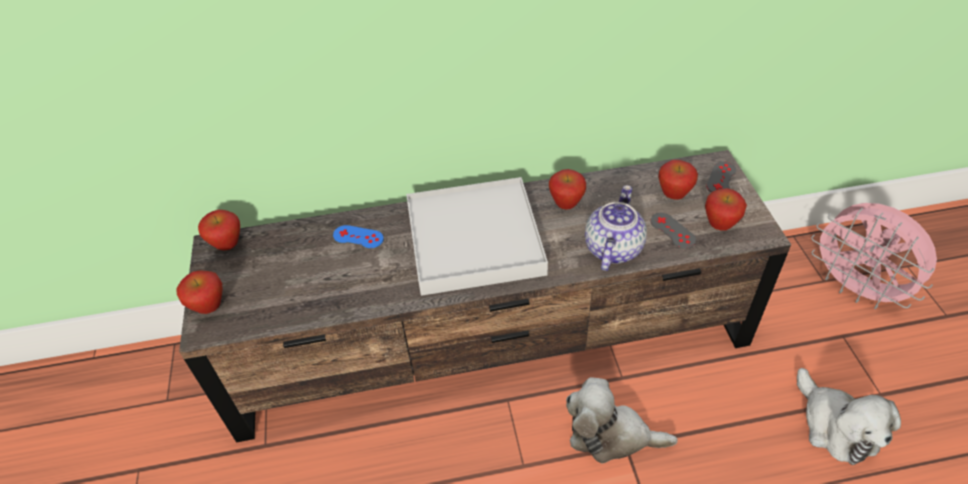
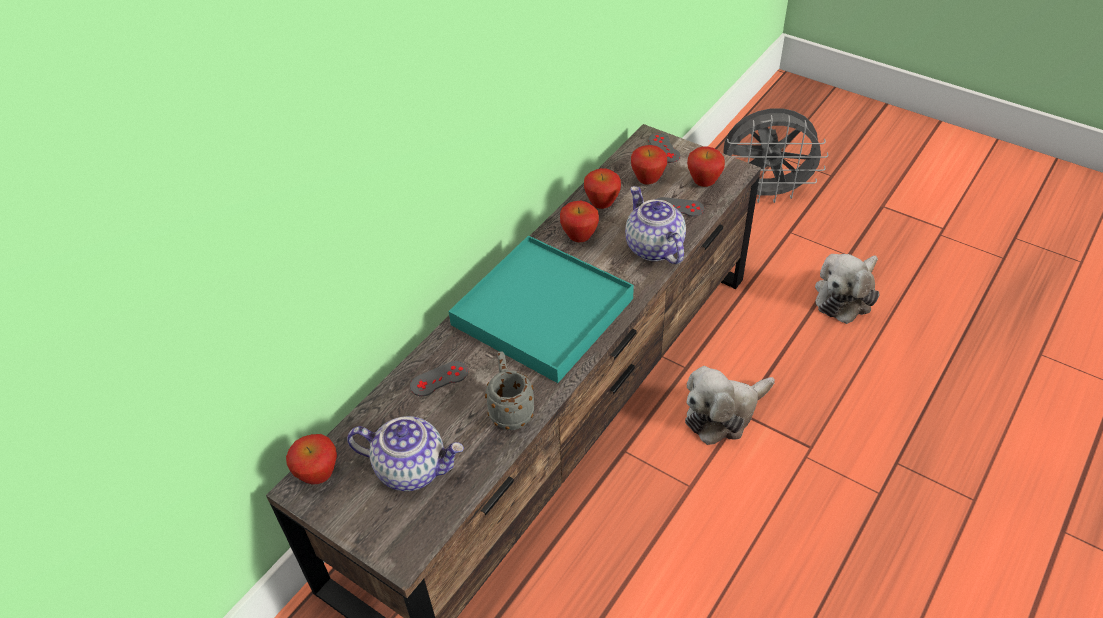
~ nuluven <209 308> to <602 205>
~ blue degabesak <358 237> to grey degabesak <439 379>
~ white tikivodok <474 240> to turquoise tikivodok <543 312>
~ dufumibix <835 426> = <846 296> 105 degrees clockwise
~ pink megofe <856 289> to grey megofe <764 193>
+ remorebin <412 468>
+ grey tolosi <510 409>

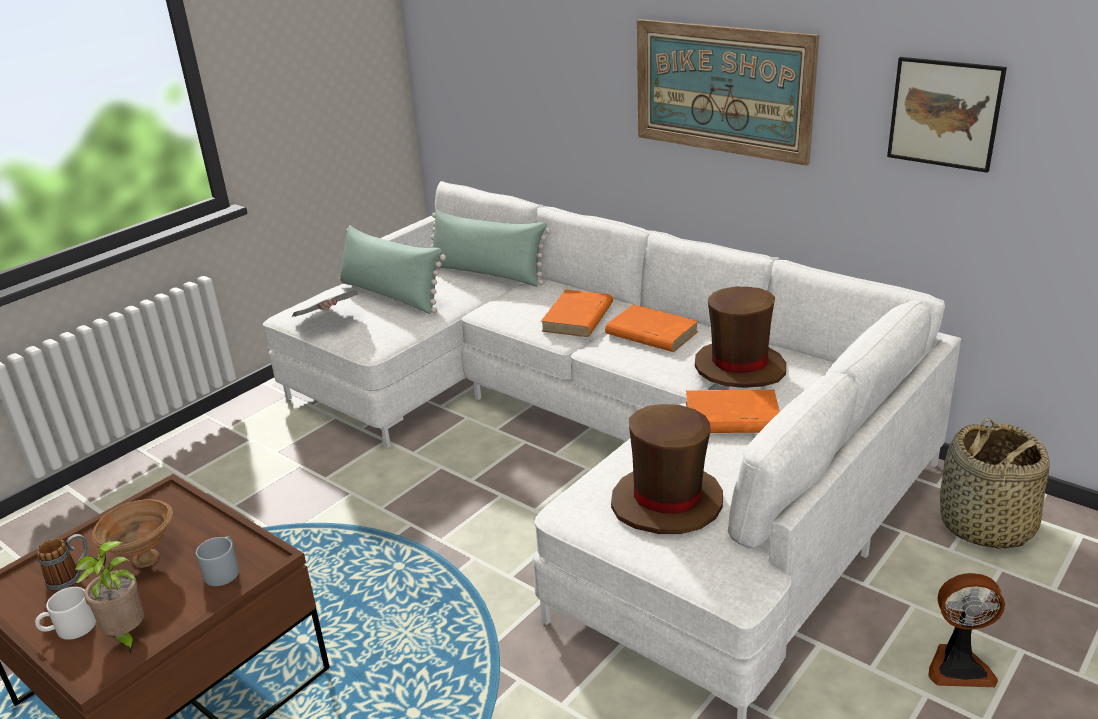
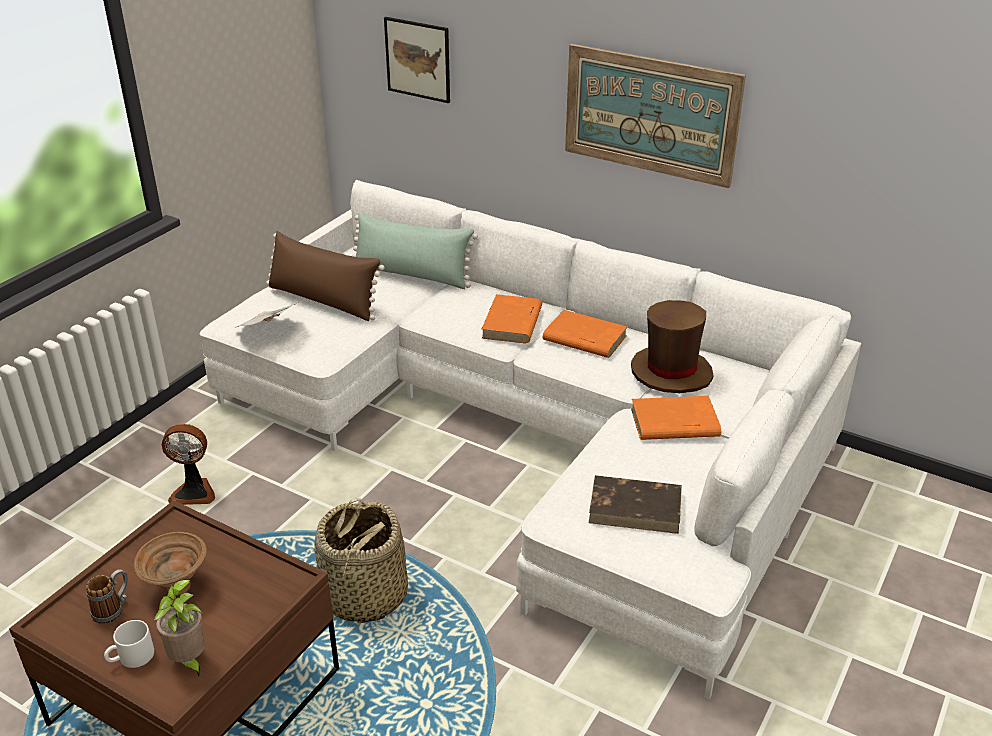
- grey tolosi <223 570>
~ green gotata <391 295> to brown gotata <323 300>
~ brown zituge <667 502> to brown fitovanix <636 507>
~ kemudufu <944 113> to <418 59>
~ megofe <958 666> to <194 492>
~ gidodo <985 525> to <363 596>

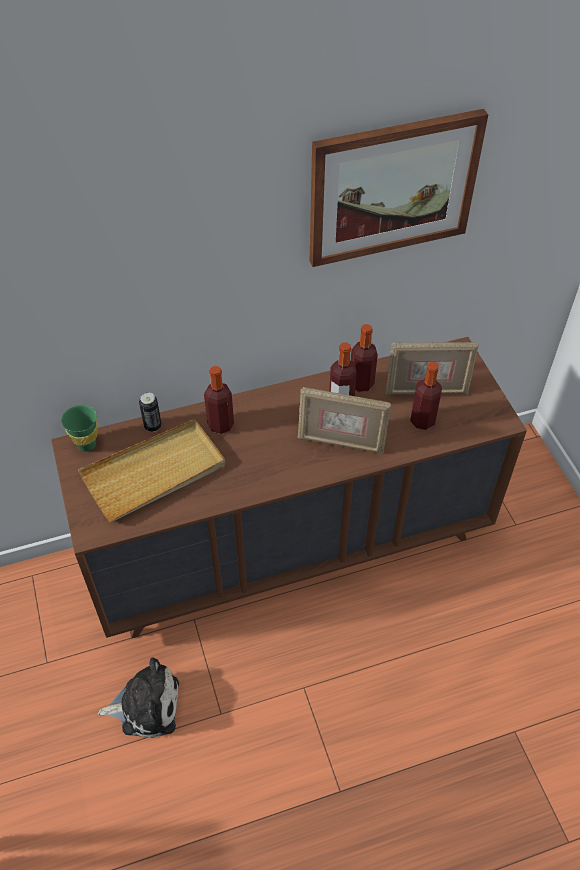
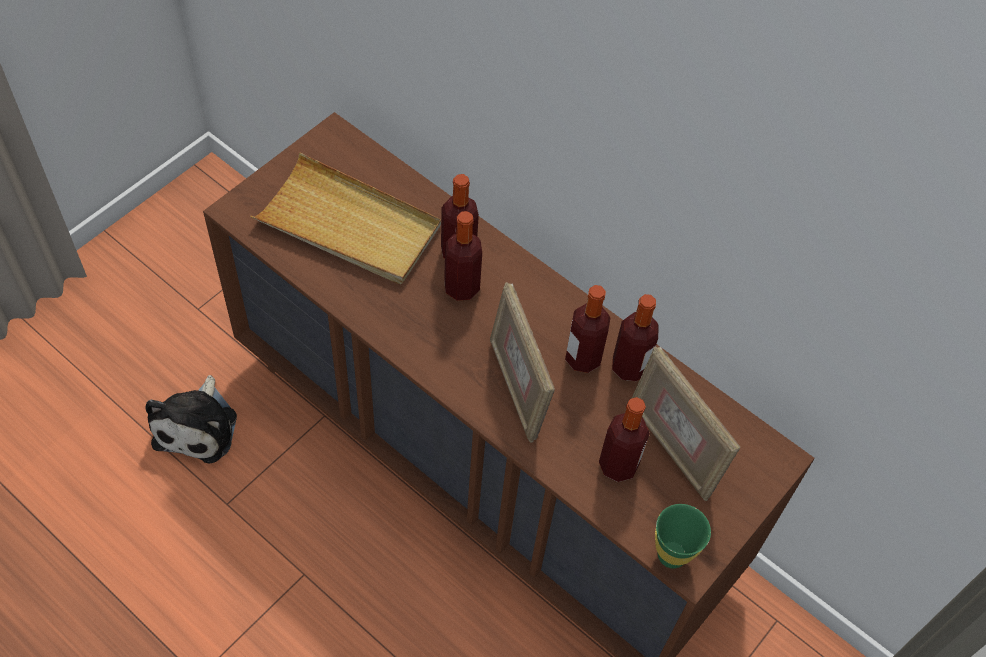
~ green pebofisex <86 444> to <671 555>
~ dufumibix <146 705> = <198 425> 45 degrees clockwise
- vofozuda <153 426>
- kemudufu <392 188>
+ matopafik <462 287>

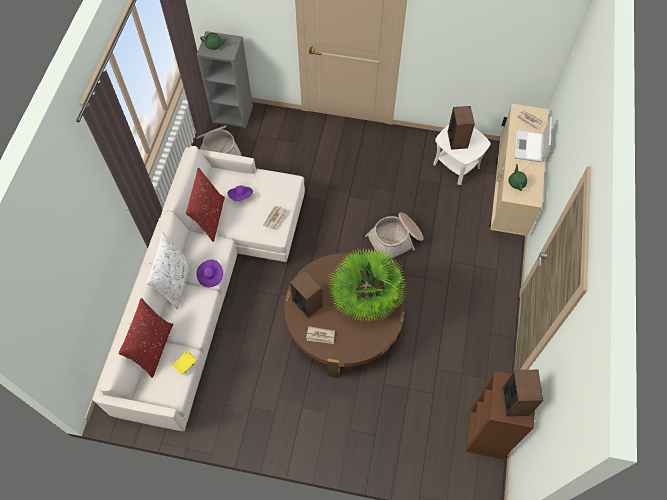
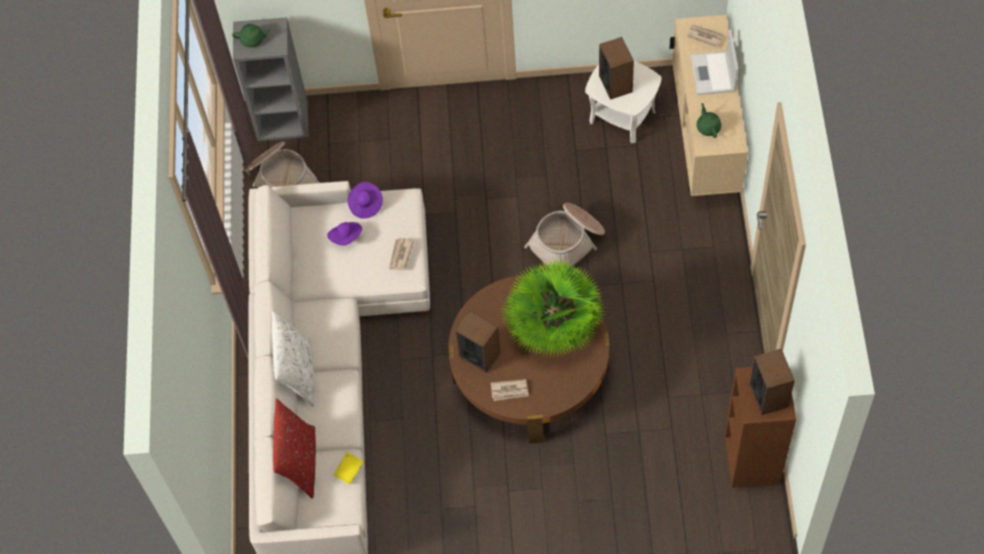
- red gotata <209 218>
~ purple zituge <210 276> to <365 204>

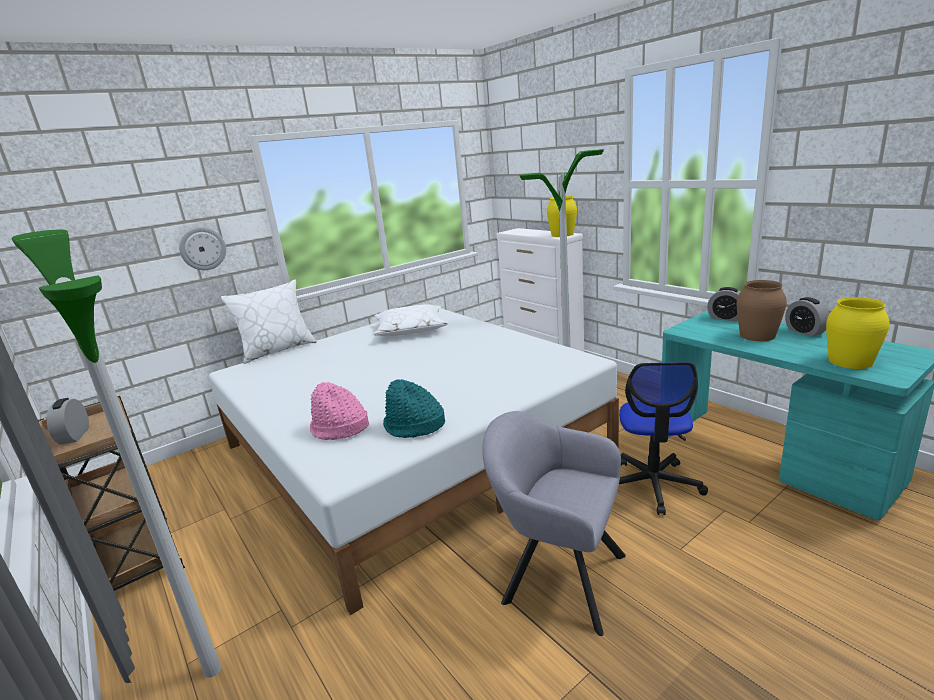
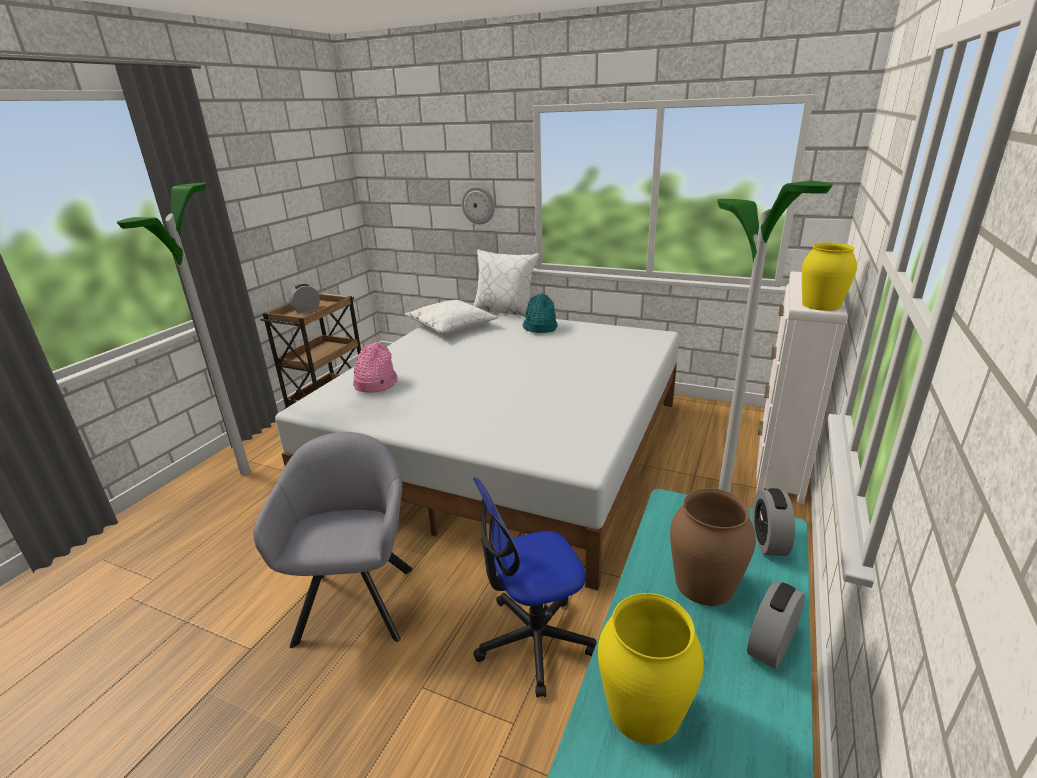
~ white gotata <410 329> to <451 326>
~ turquoise zituge <414 426> to <539 327>

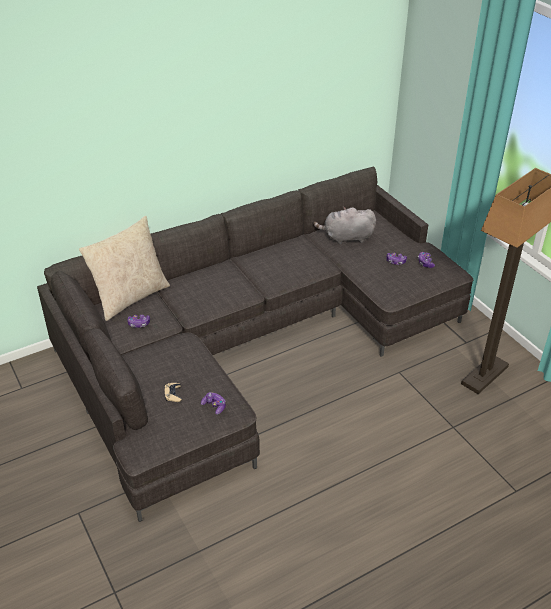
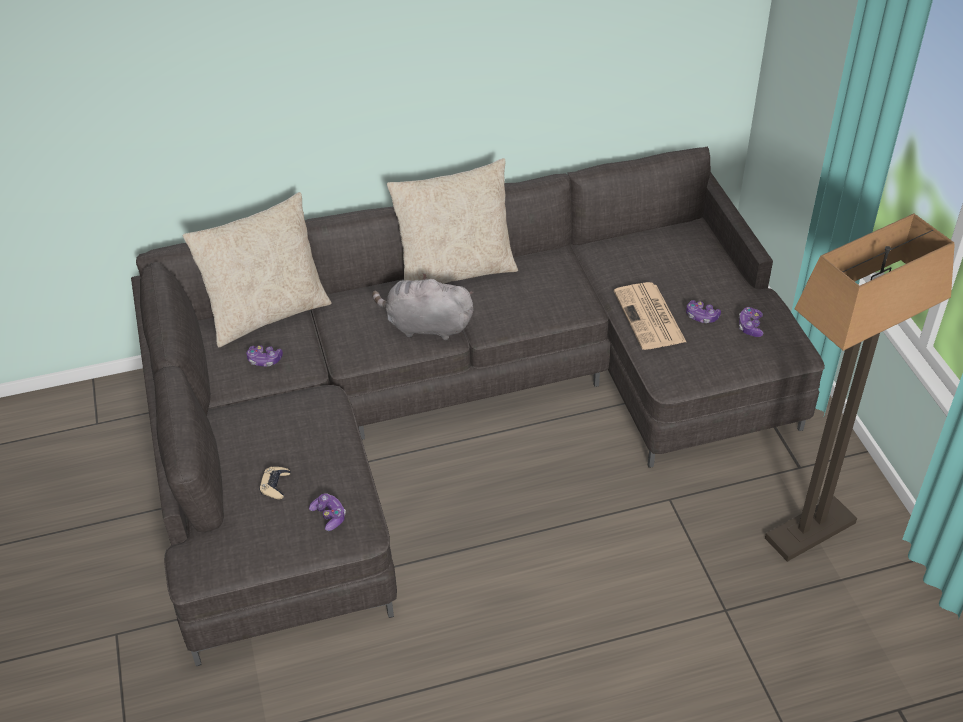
~ grey dufumibix <346 238> to <425 326>
+ beige gotata <455 270>
+ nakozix <650 317>

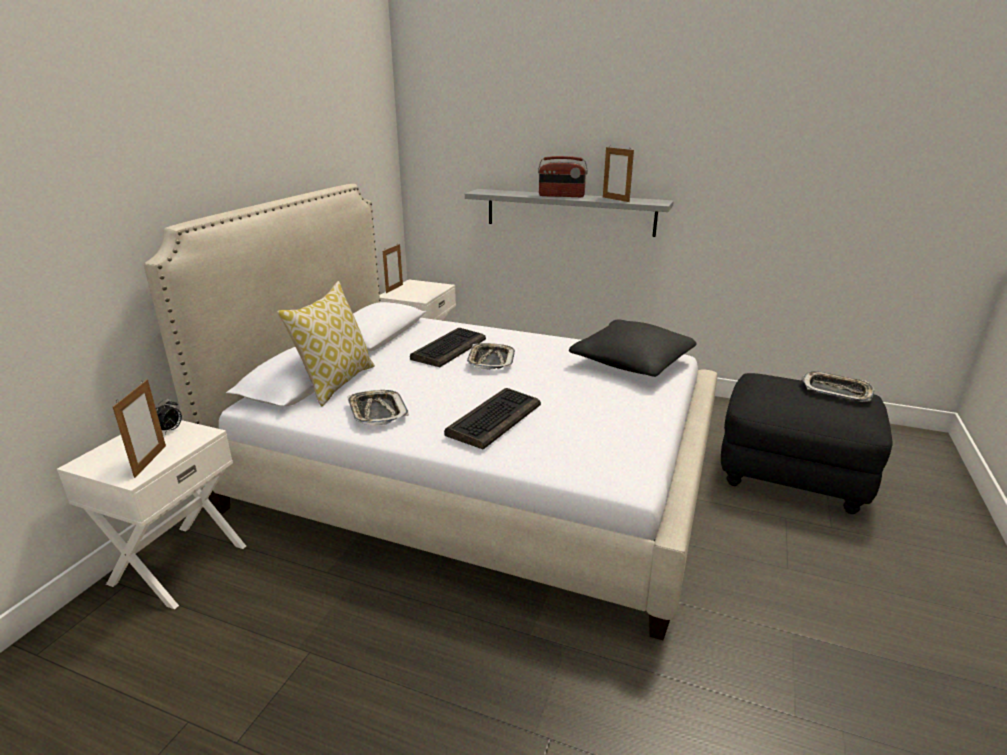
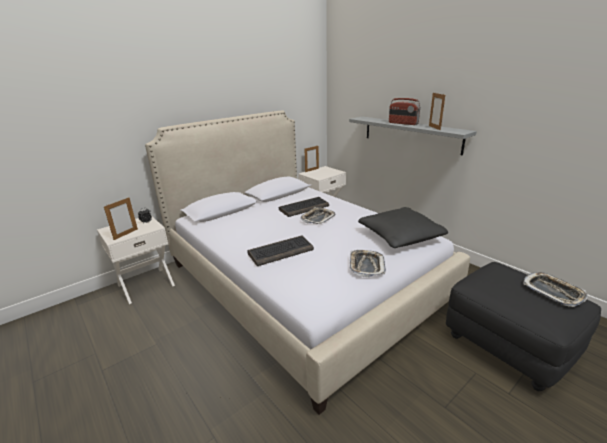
- gotata <336 382>
~ tikivodok <377 412> to <366 266>

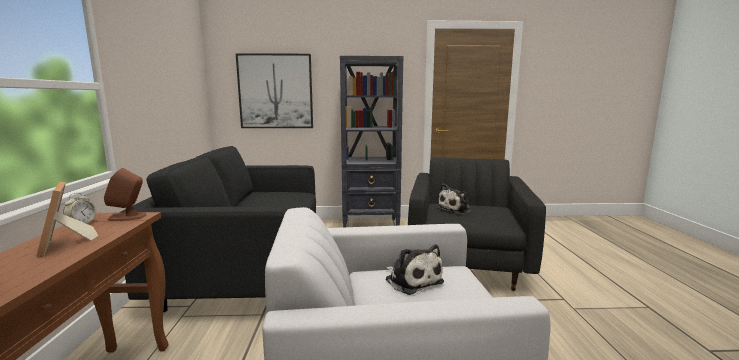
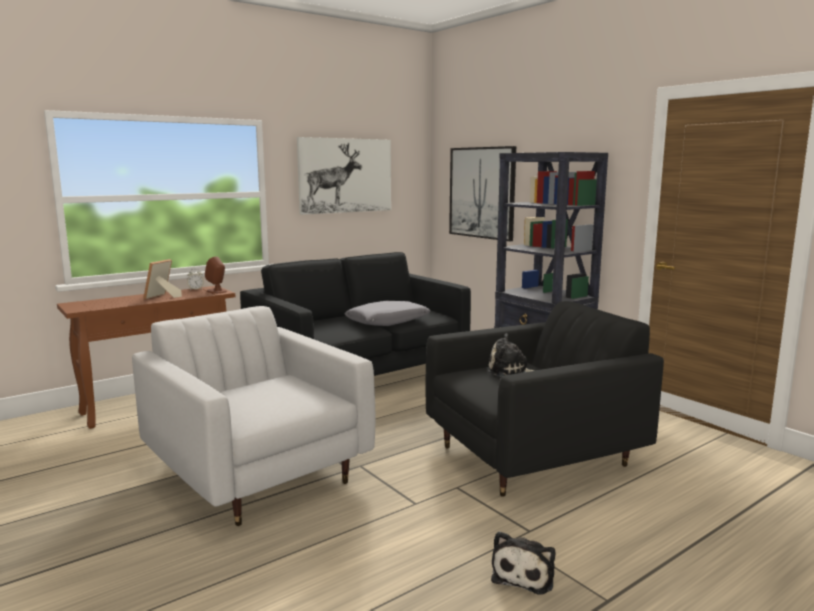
~ dufumibix <412 280> to <524 574>
+ kemudufu <345 175>
+ grey gotata <388 321>

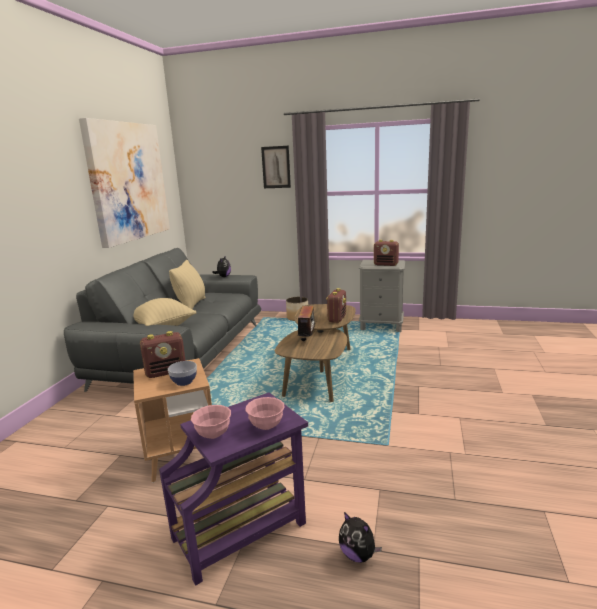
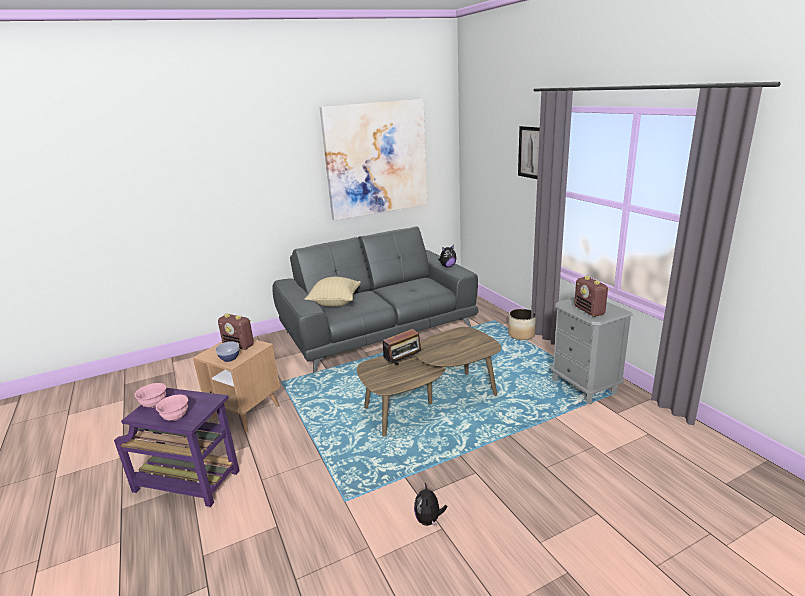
- beige gotata <191 304>
- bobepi <337 318>
~ dufumibix <358 554> to <429 520>

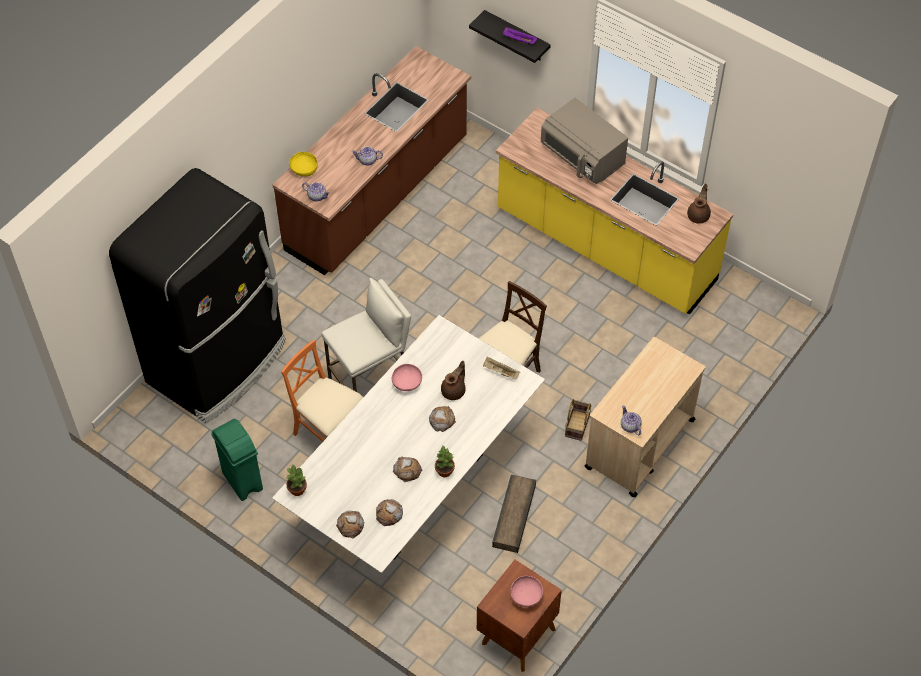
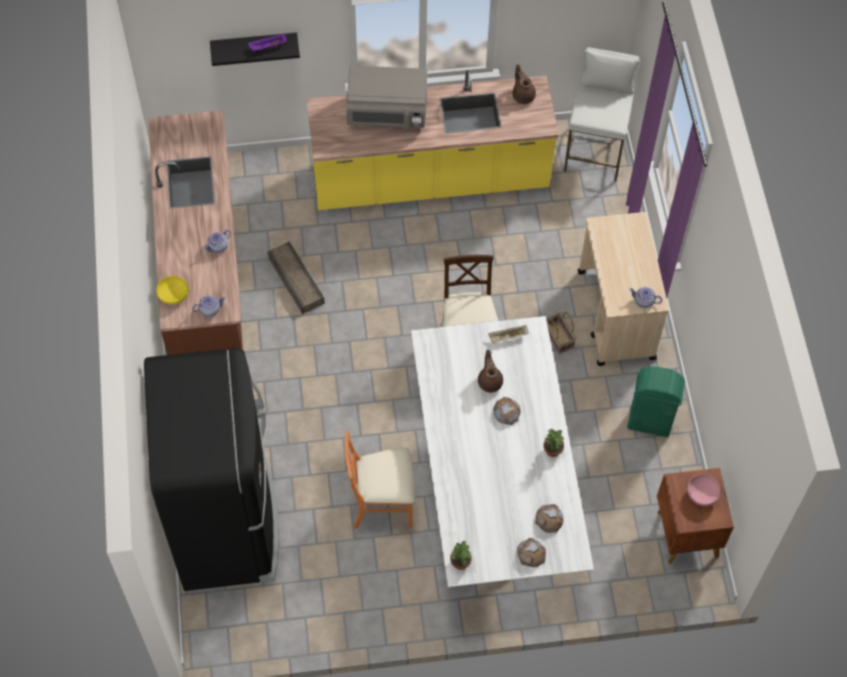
~ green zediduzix <242 481> to <649 422>
~ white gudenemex <371 382> to <595 150>
- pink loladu <407 383>
- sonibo <407 470>
~ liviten <513 516> to <295 281>

